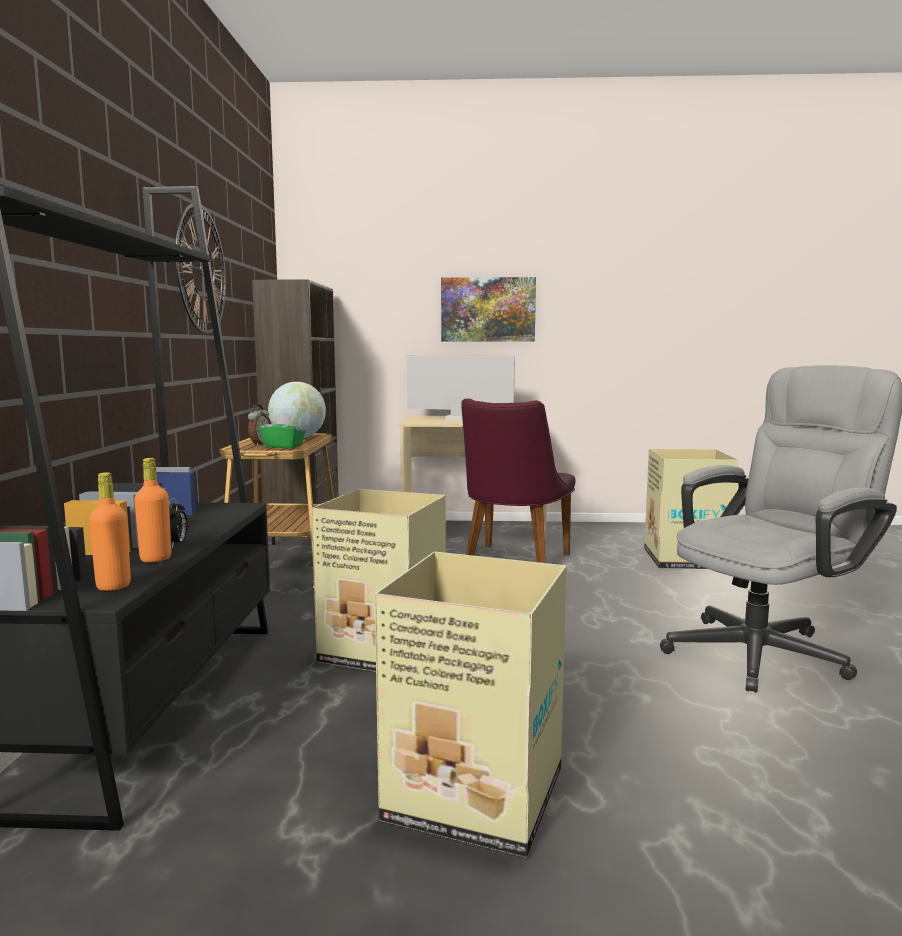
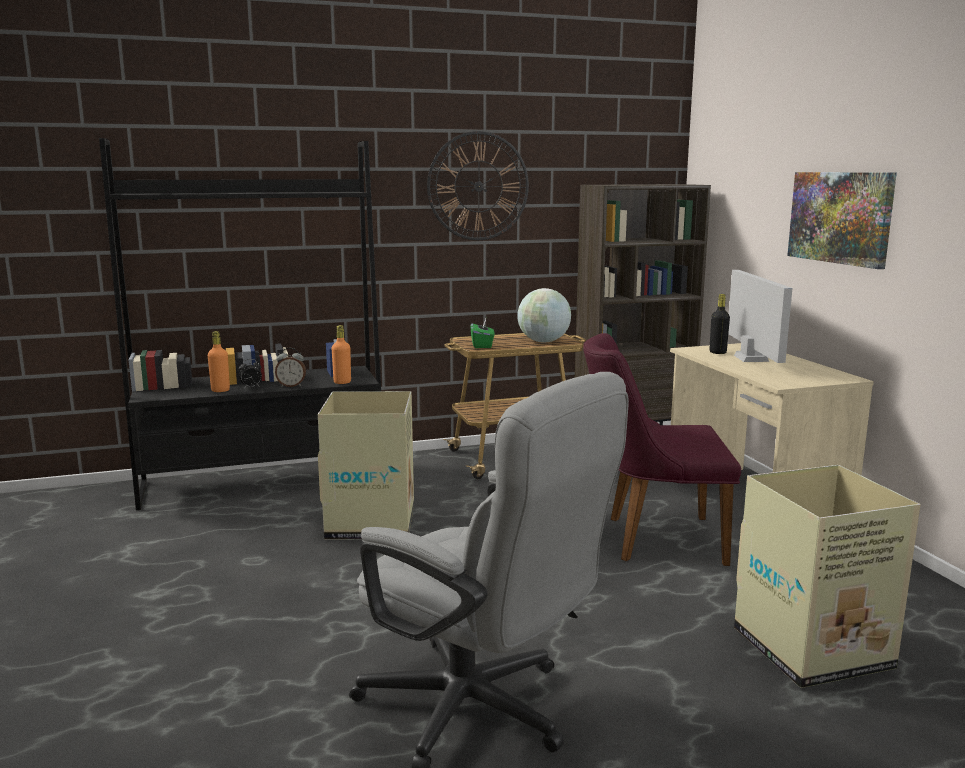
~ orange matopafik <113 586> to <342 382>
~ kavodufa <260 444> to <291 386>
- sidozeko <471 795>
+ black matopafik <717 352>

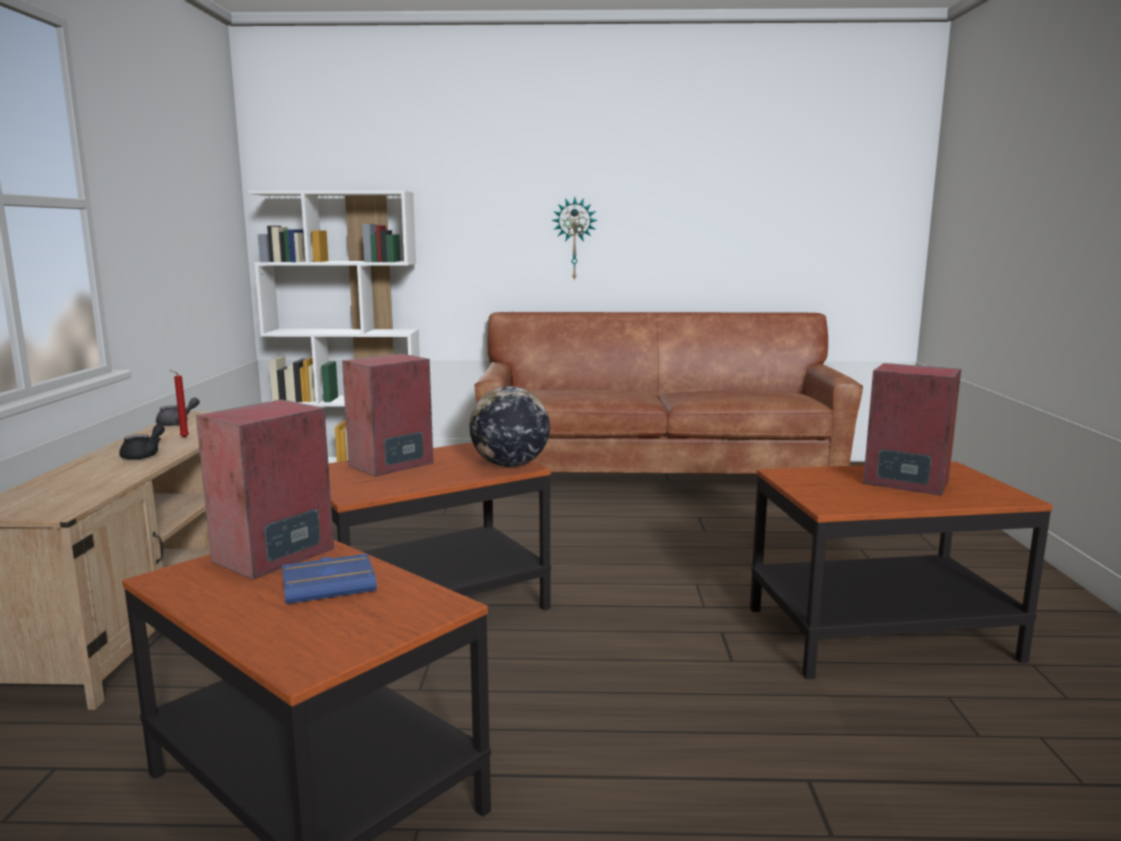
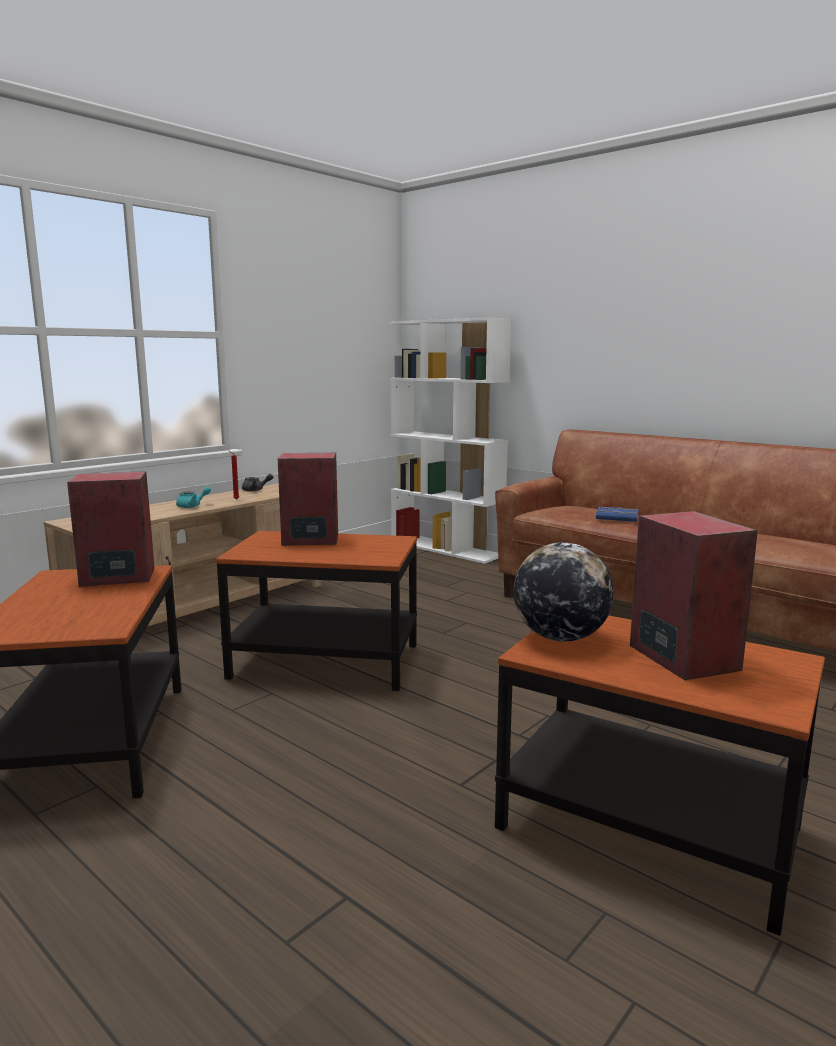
~ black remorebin <144 455> to turquoise remorebin <192 506>
~ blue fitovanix <330 585> to <618 518>
~ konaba <510 465> to <560 638>
- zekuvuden <574 239>

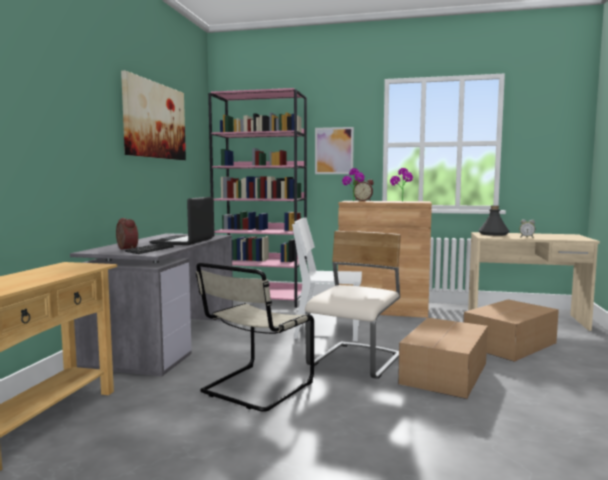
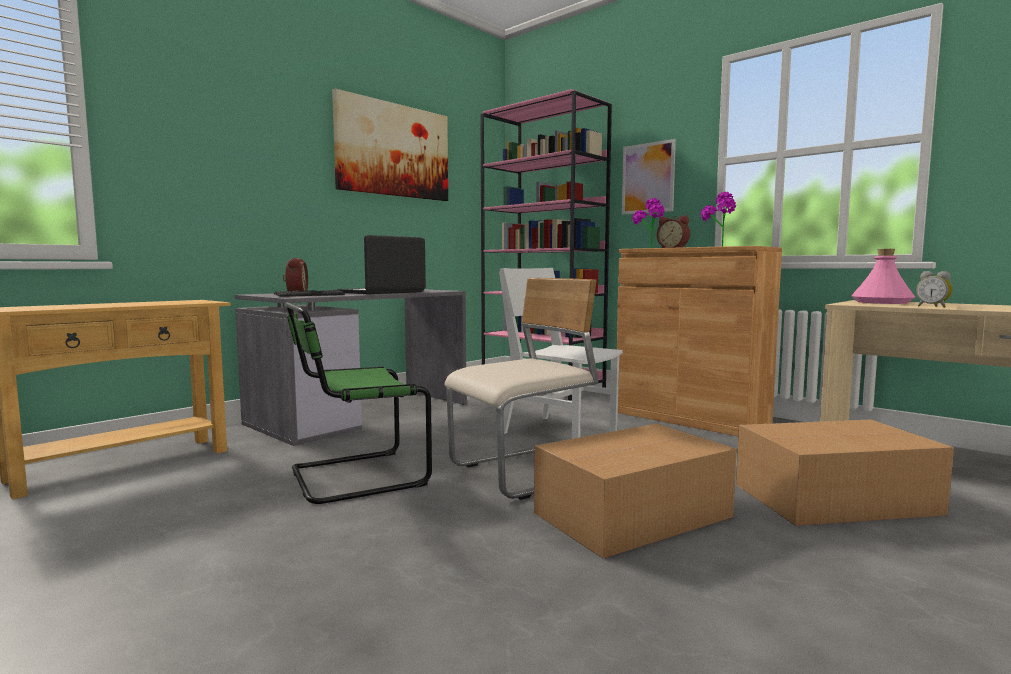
~ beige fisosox <254 388> to green fisosox <353 477>
~ grey matopafik <493 234> to pink matopafik <881 302>

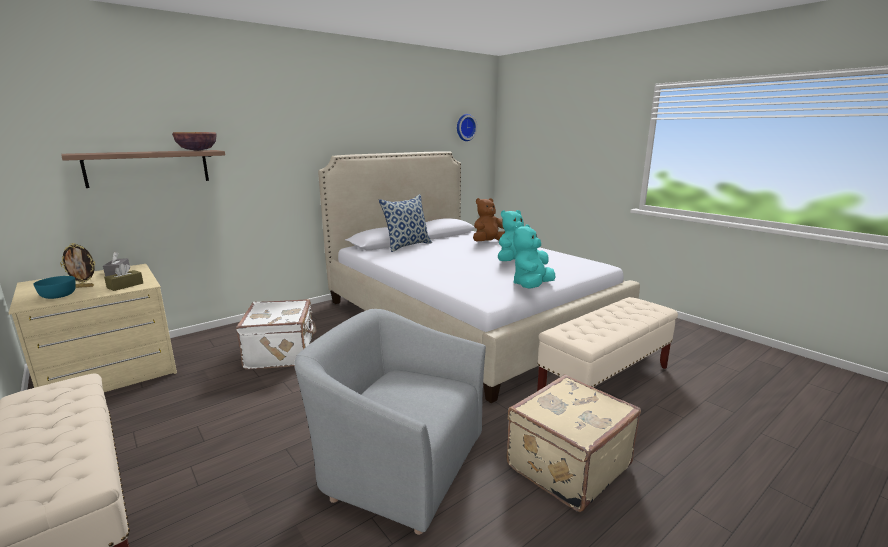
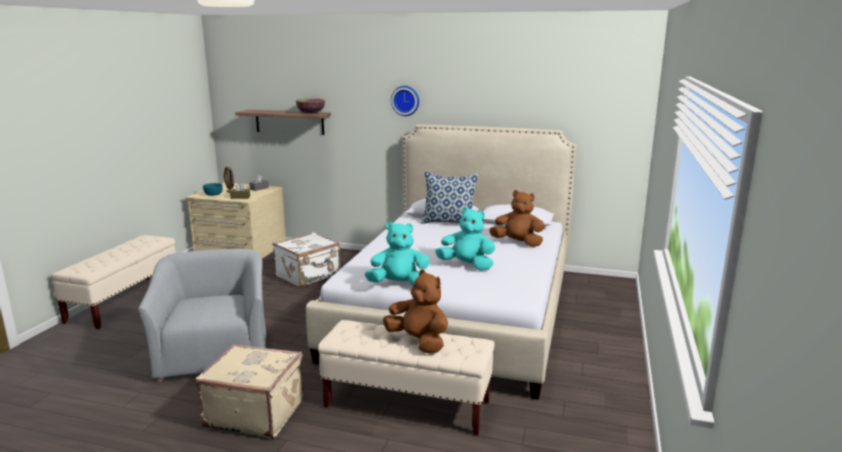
~ zekuvuden <465 127> to <405 100>
+ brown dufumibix <418 342>

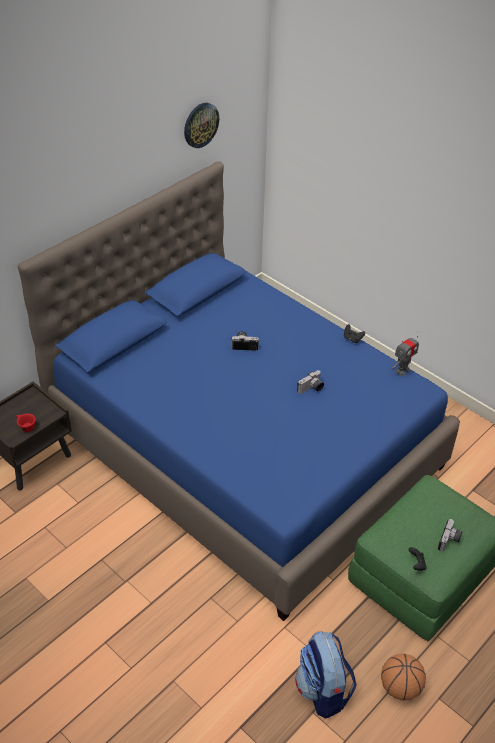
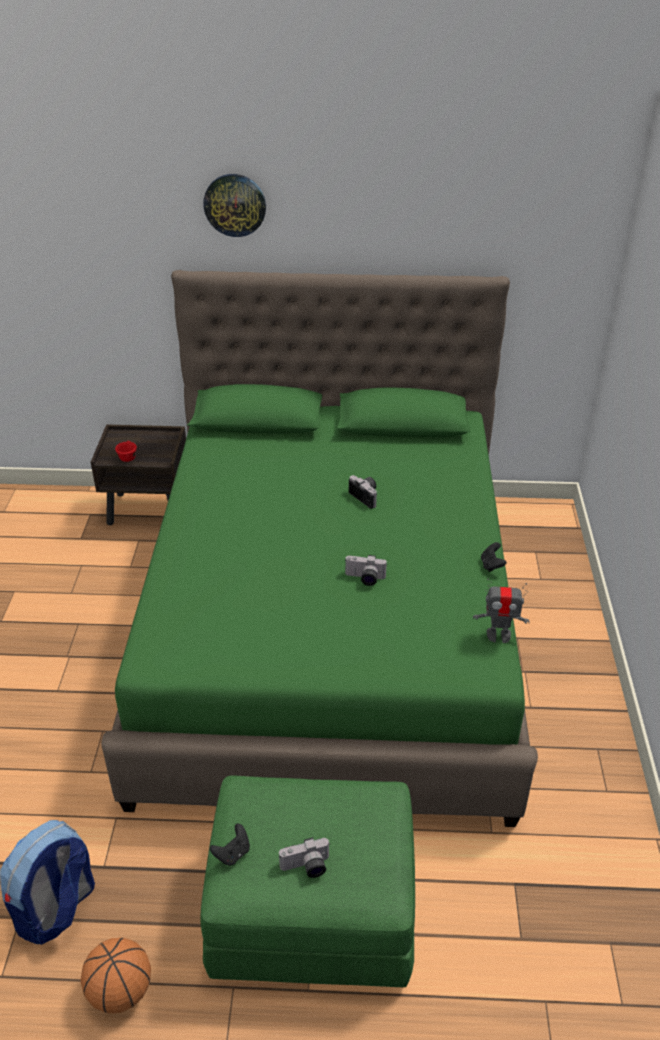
~ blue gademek <245 445> to green gademek <330 630>
~ zekuvuden <200 125> to <235 205>

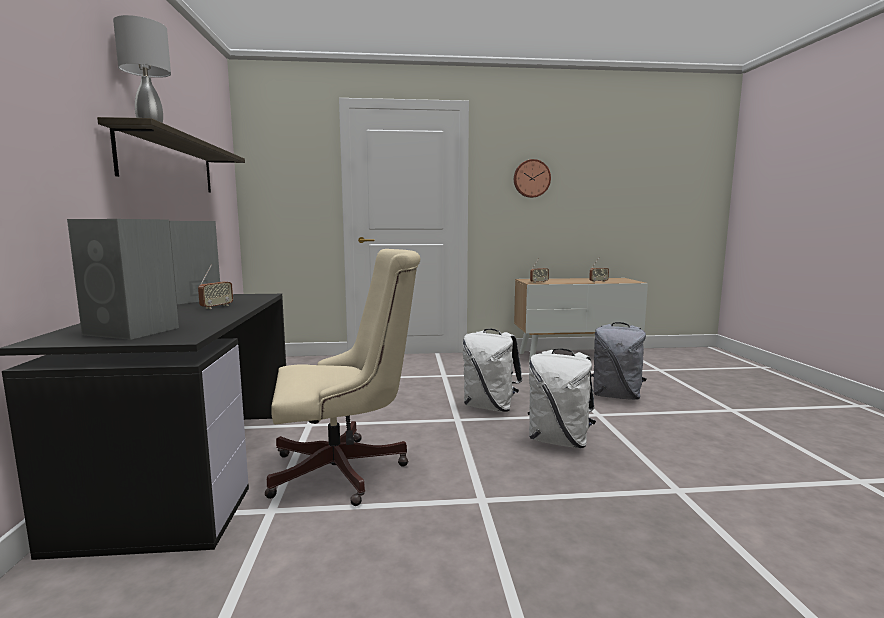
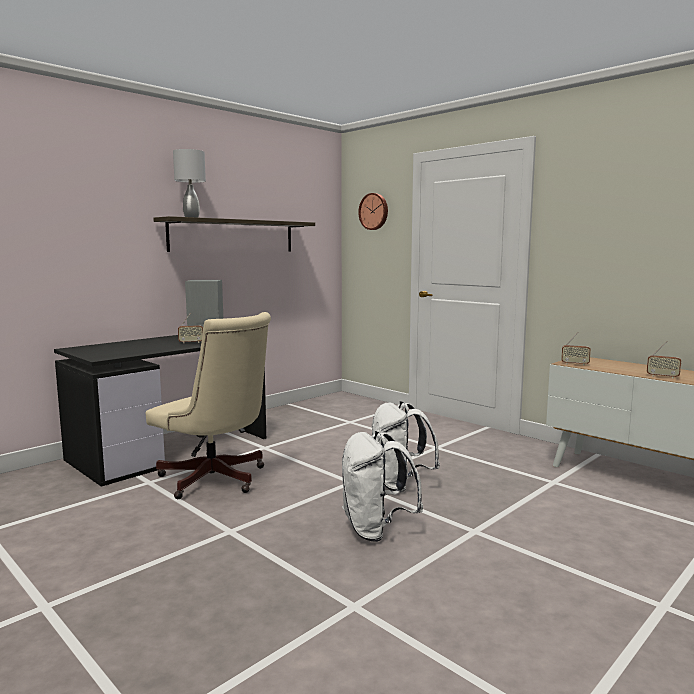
- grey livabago <133 331>
~ zekuvuden <531 178> to <374 211>
- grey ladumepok <616 396>

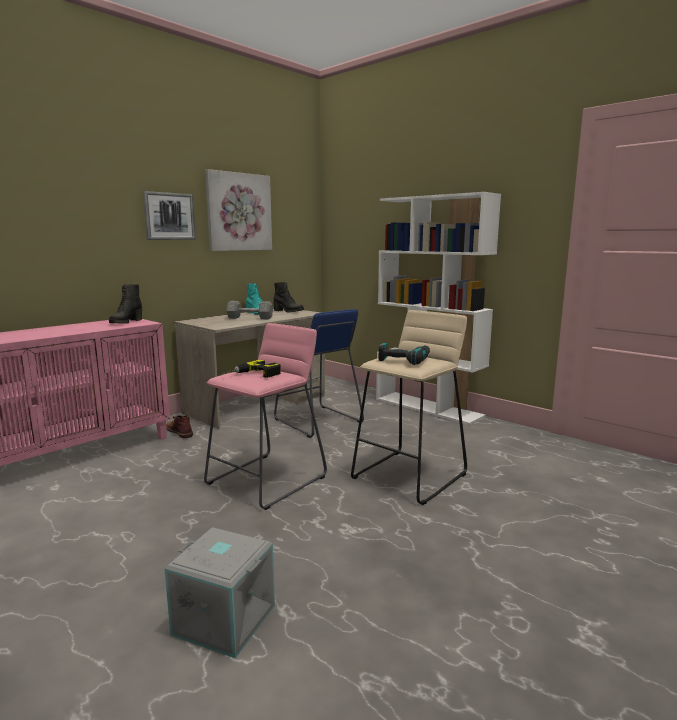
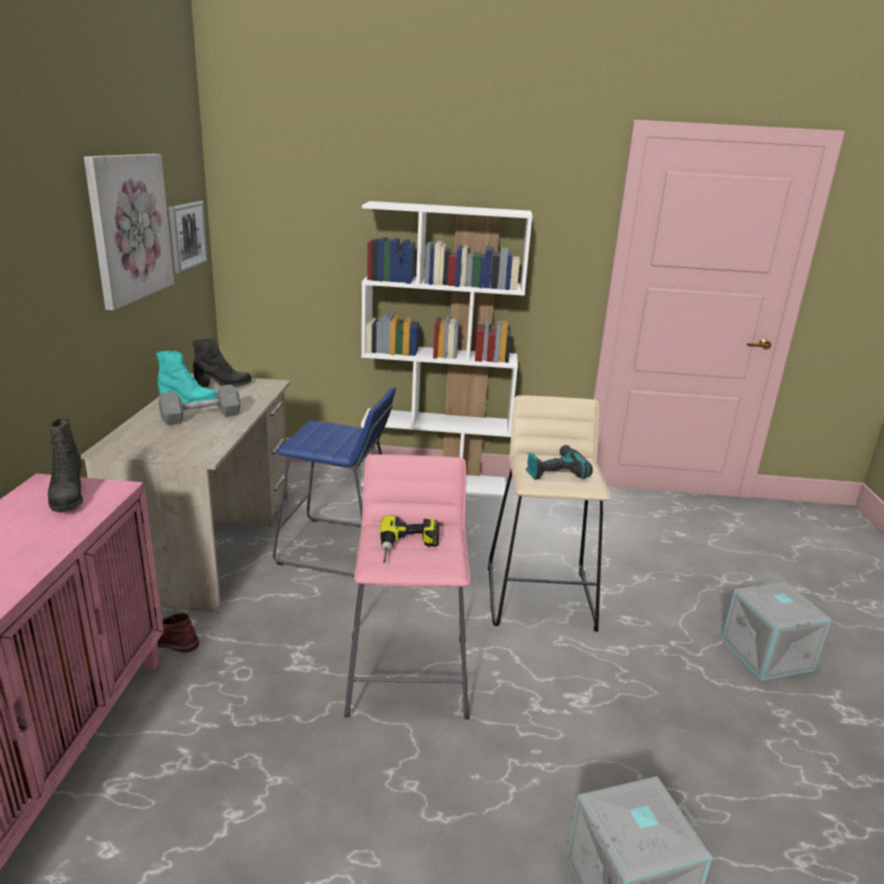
~ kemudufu <169 216> to <186 236>
+ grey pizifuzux <768 654>

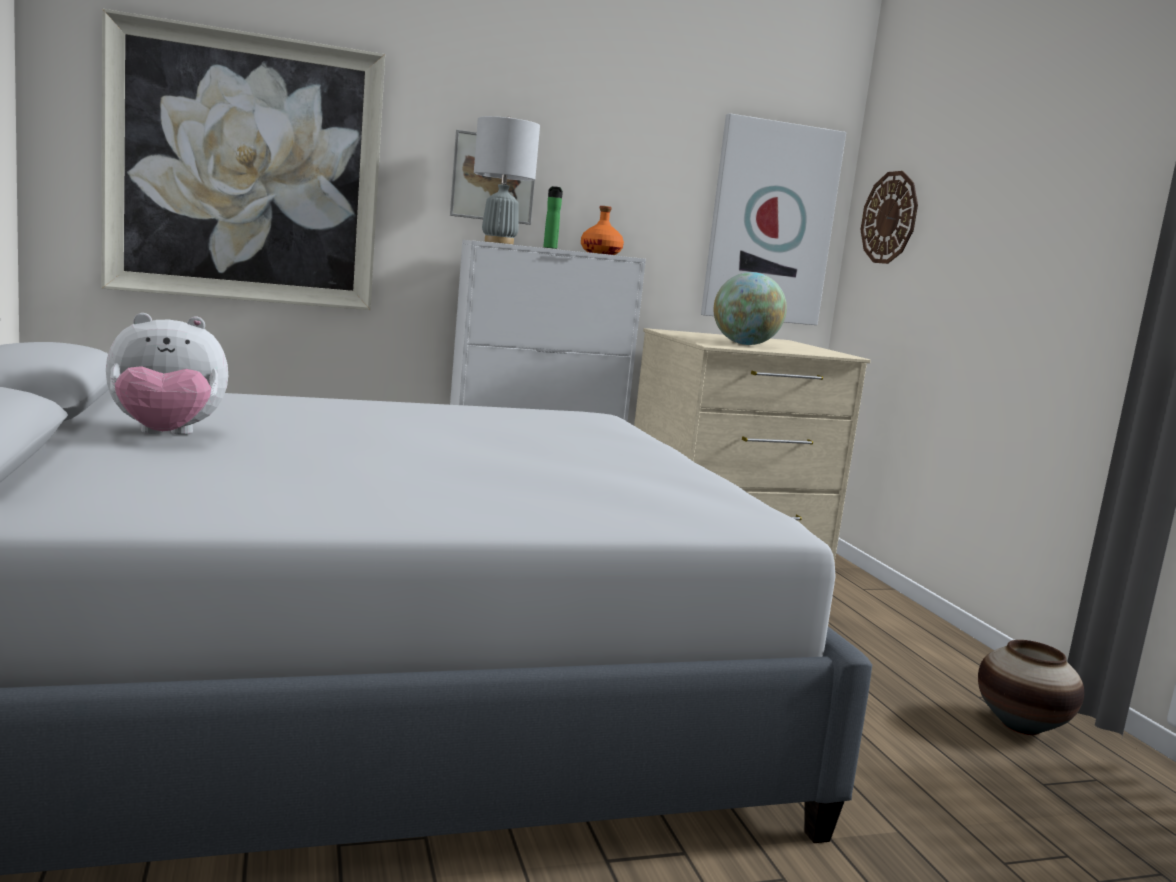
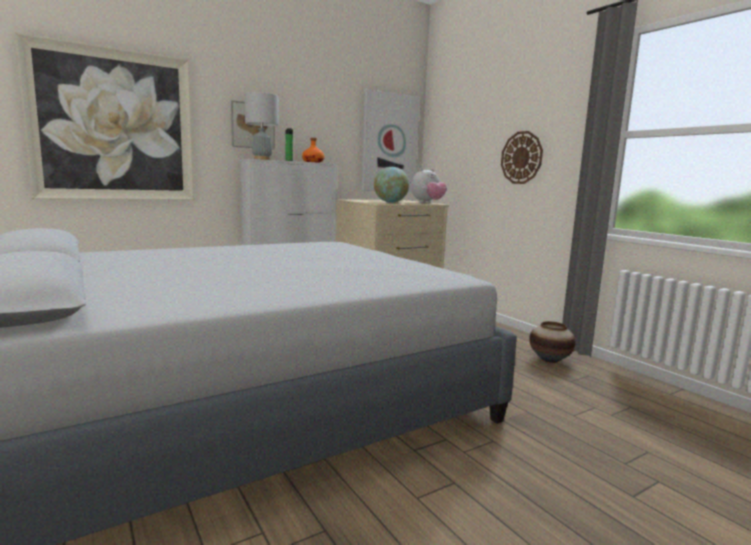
~ dufumibix <166 436> to <427 203>
~ zekuvuden <889 218> to <521 157>

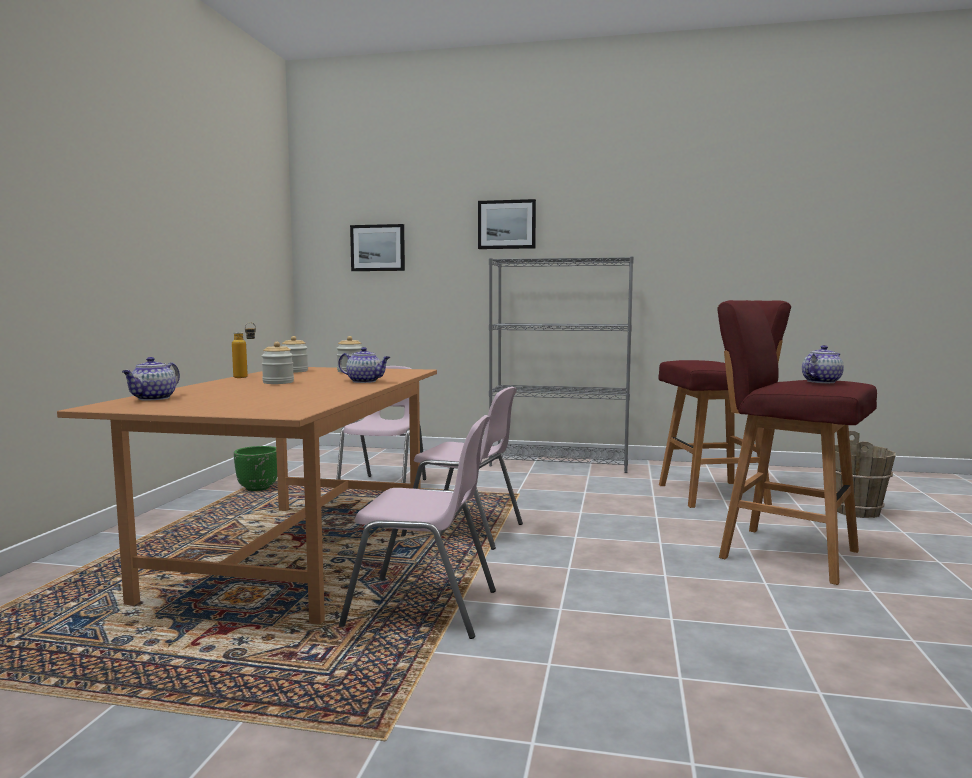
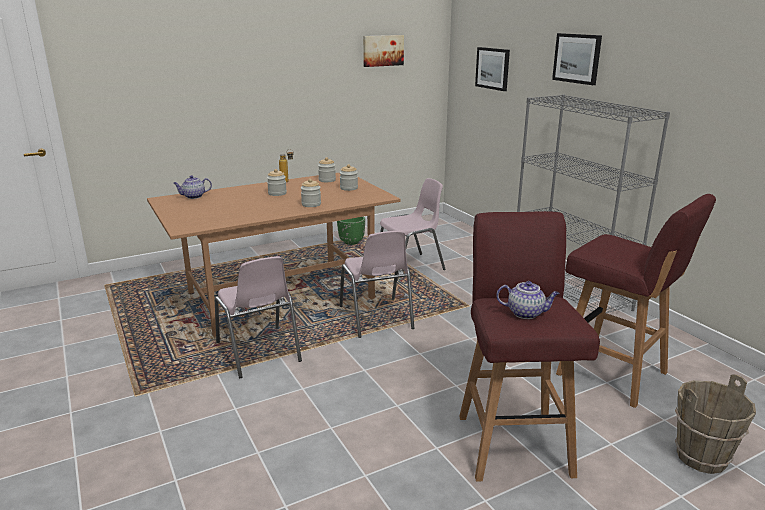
~ remorebin <365 381> to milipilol <311 204>
+ kemudufu <382 50>

